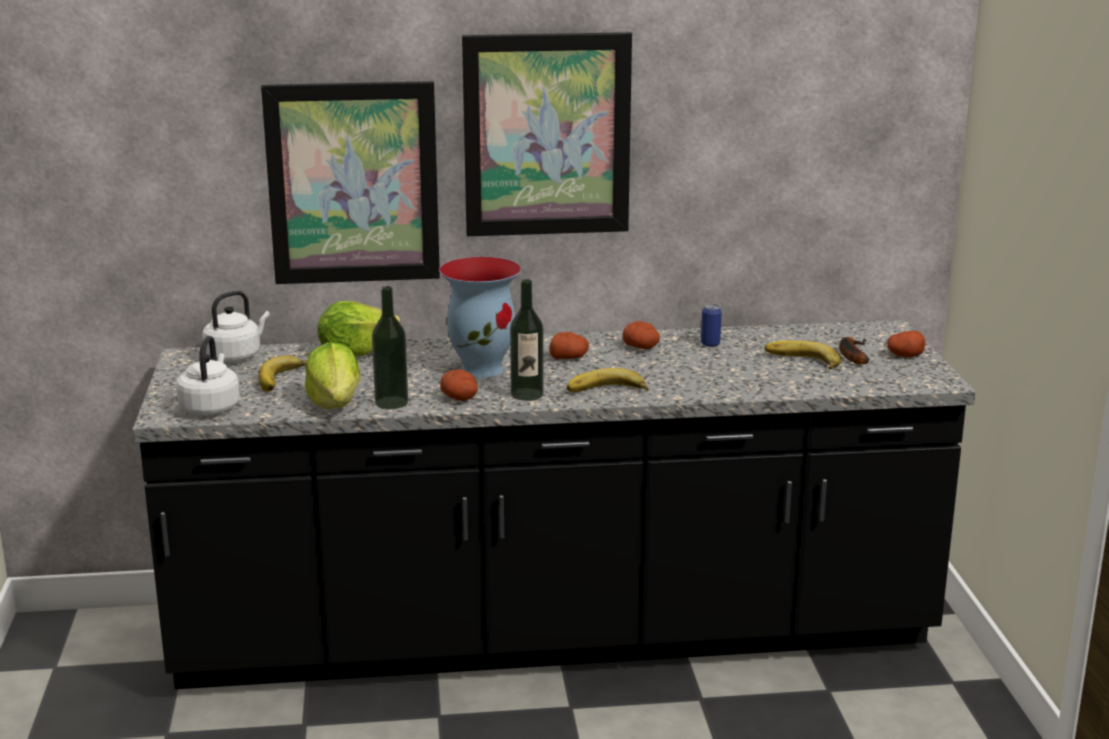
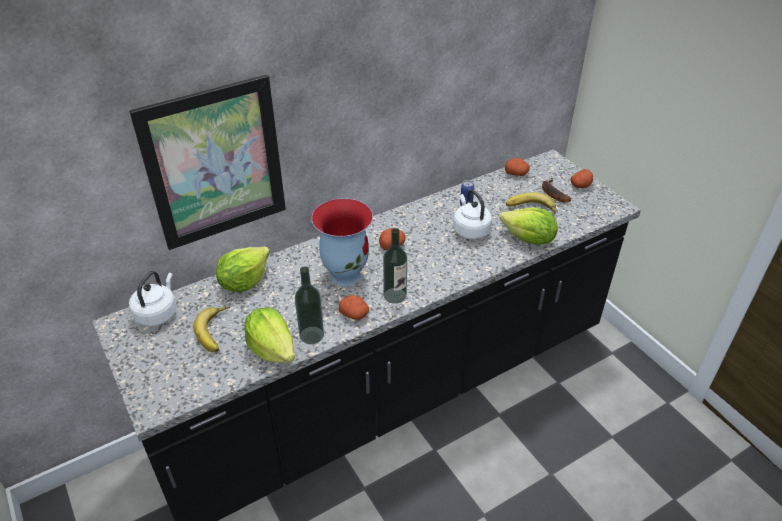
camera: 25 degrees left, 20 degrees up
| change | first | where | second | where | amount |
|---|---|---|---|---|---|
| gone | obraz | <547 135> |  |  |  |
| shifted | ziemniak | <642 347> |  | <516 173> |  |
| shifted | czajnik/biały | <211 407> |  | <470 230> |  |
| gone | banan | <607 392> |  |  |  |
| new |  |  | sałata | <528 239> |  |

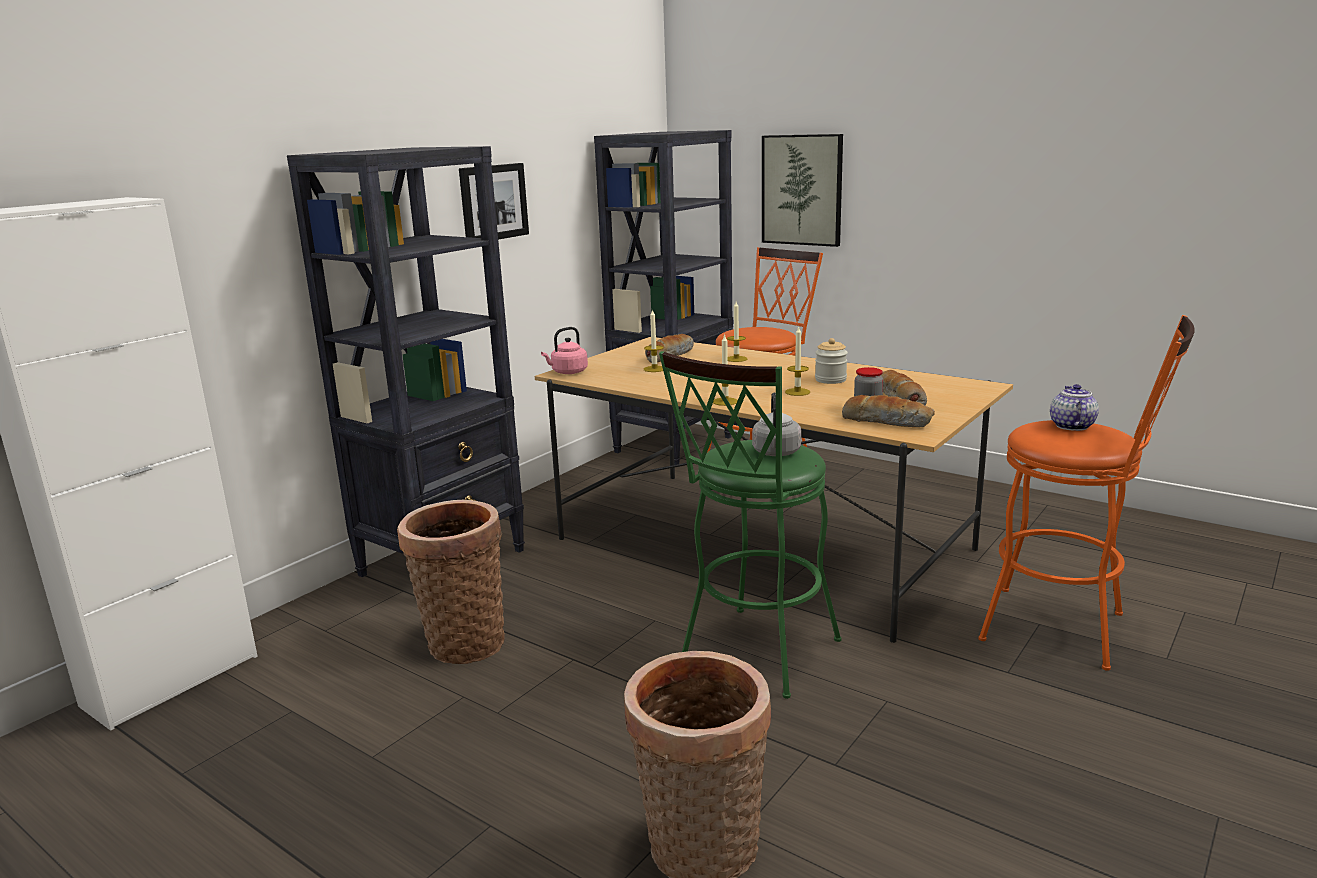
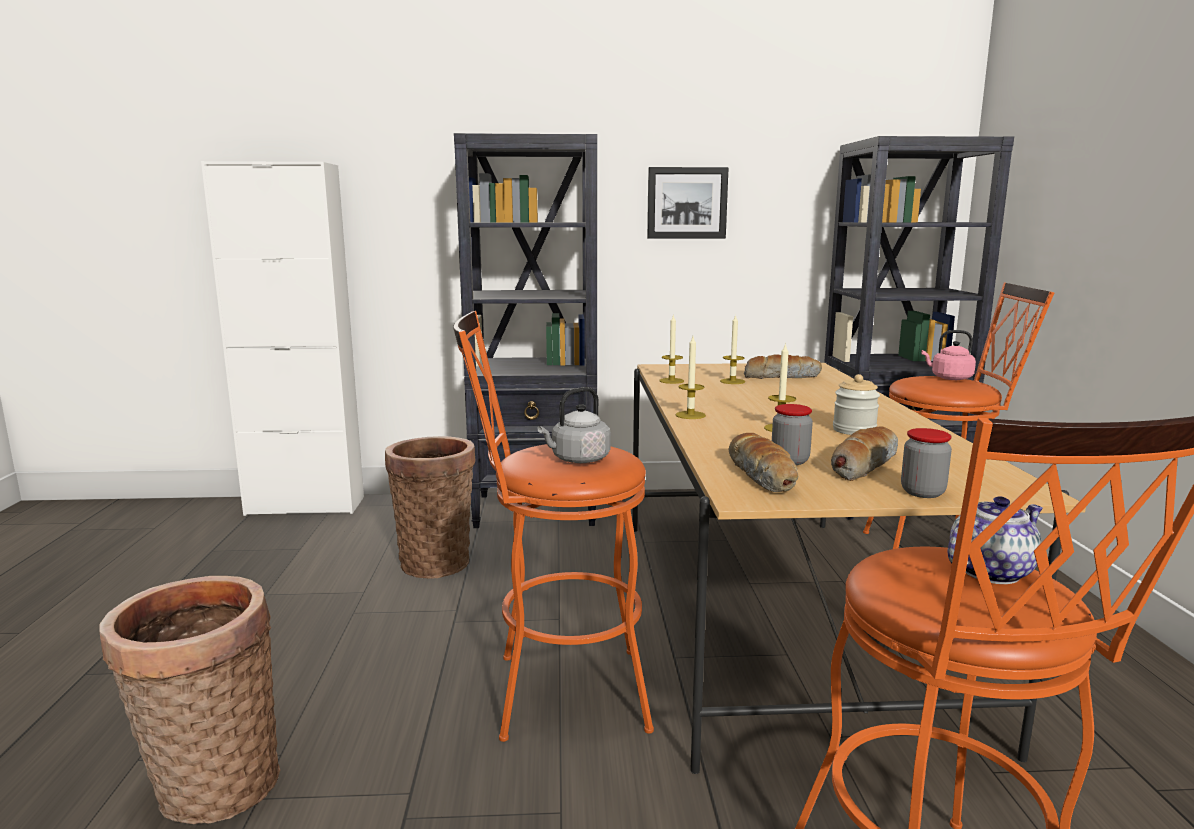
camera: 50 degrees right, 5 degrees down
| change | first | where | second | where | amount |
|---|---|---|---|---|---|
| gone | obraz | <802 190> |  |  |  |
| shifted | świeca | <736 359> |  | <671 381> |  |
| shifted | czajnik/różowy | <567 372> |  | <949 378> |  |
| repainted | stołek/zielony | <753 656> | stołek/pomarańczowy | <555 692> |  |
| new |  |  | słoik | <922 492> |  |

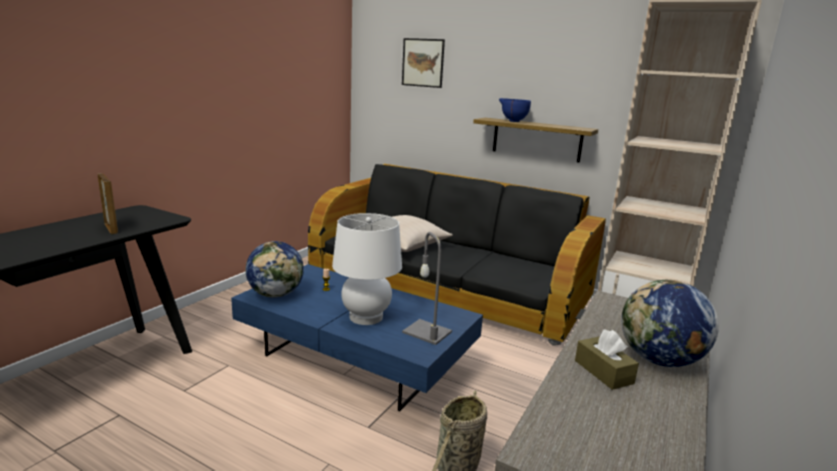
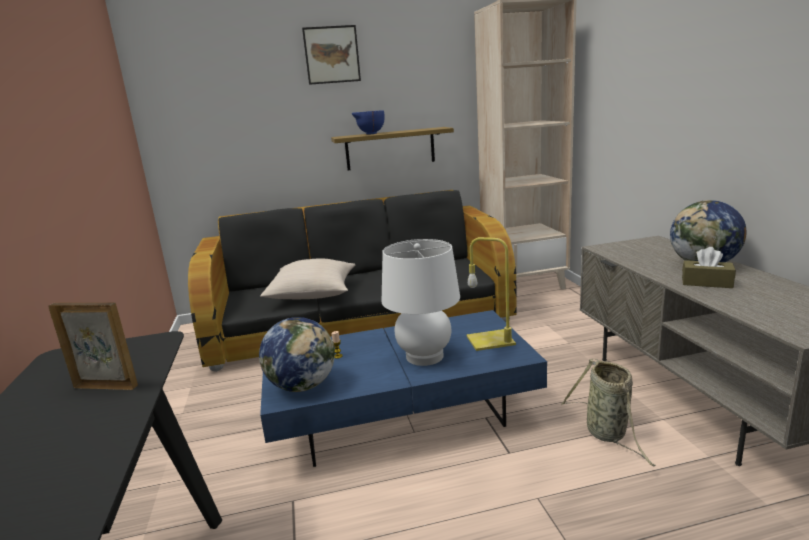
camera: 40 degrees left, 0 degrees up
| change | first | where | second | where | amount |
|---|---|---|---|---|---|
| shifted | obraz | <423 62> |  | <332 55> |  |
| repainted | lampa stołowa/szary | <428 332> | lampa stołowa/żółty | <491 340> |  |

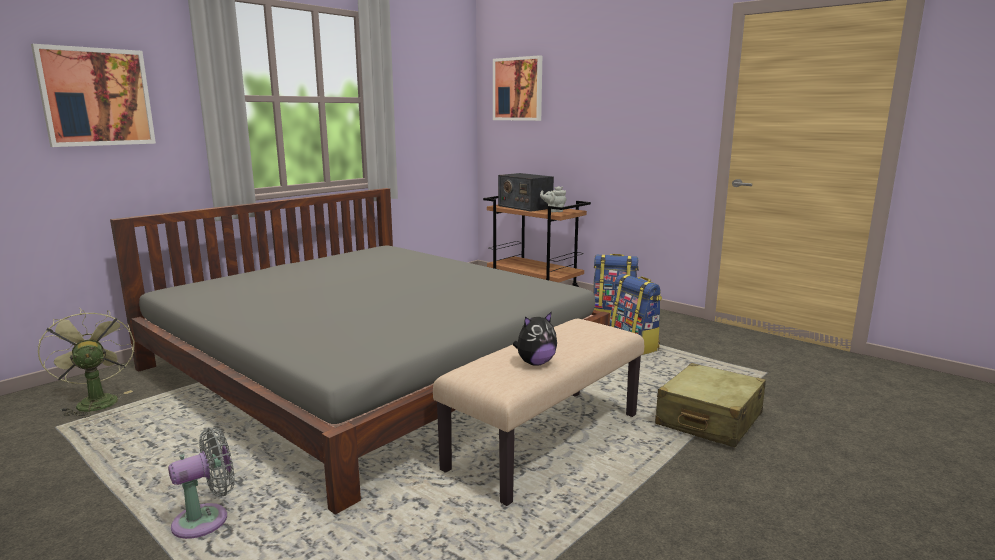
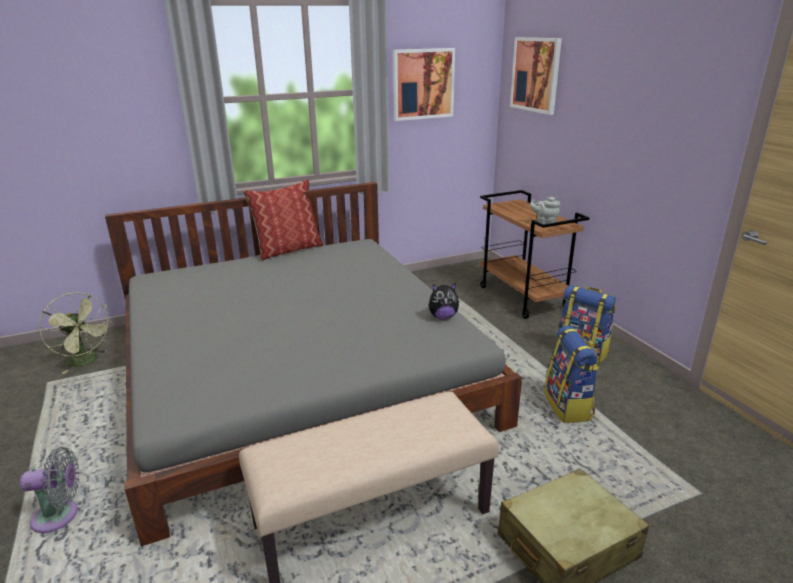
camera: 25 degrees right, 10 degrees up
| change | first | where | second | where | amount |
|---|---|---|---|---|---|
| shifted | obraz | <96 97> |  | <423 84> |  |
| gone | radio | <525 207> |  |  |  |
| rotated | wentylator/zielony | <95 401> |  | <87 361> | 135 degrees clockwise |
| shifted | pluszak | <535 363> |  | <443 317> |  |
| new |  |  | poduszka | <288 250> |  |

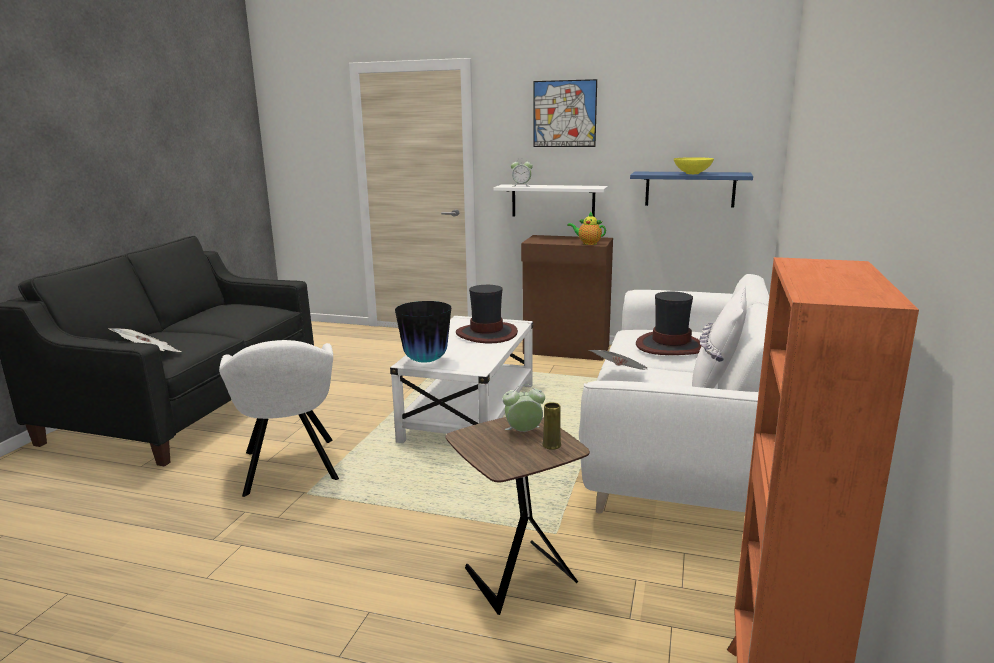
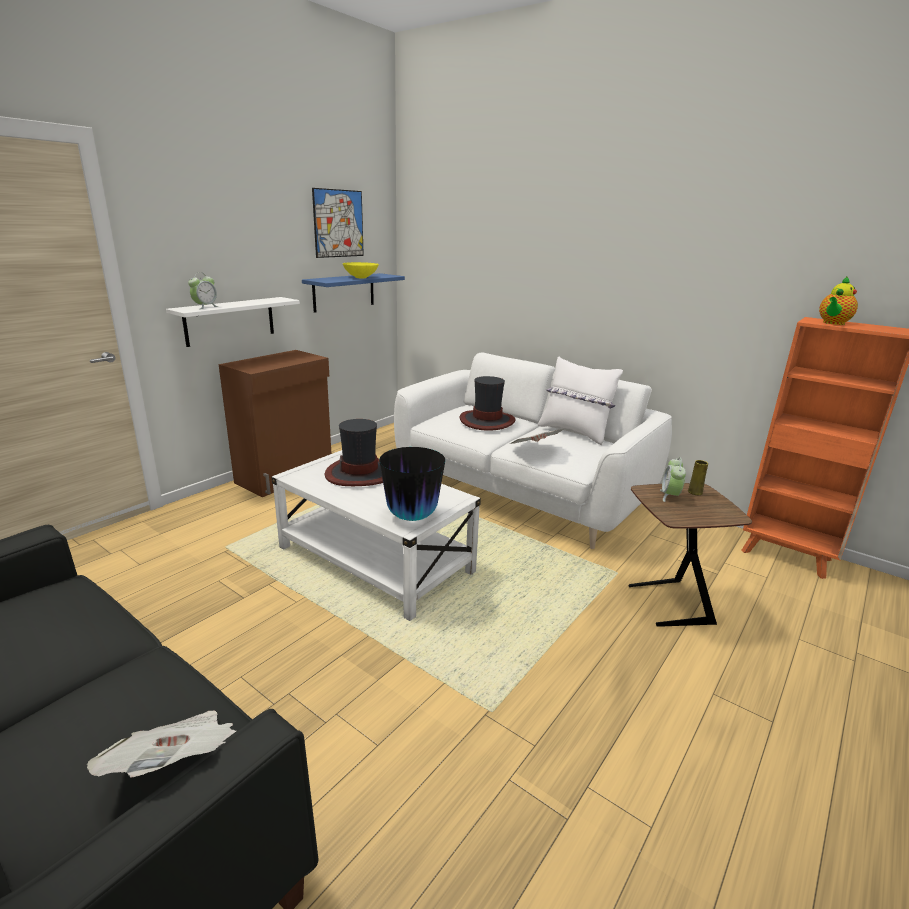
camera: 70 degrees left, 5 degrees up
| change | first | where | second | where | amount |
|---|---|---|---|---|---|
| shifted | obraz | <564 114> |  | <338 223> |  |
| shifted | imbryk | <588 243> |  | <833 323> |  |
| gone | fotel/biały | <290 468> |  |  |  |

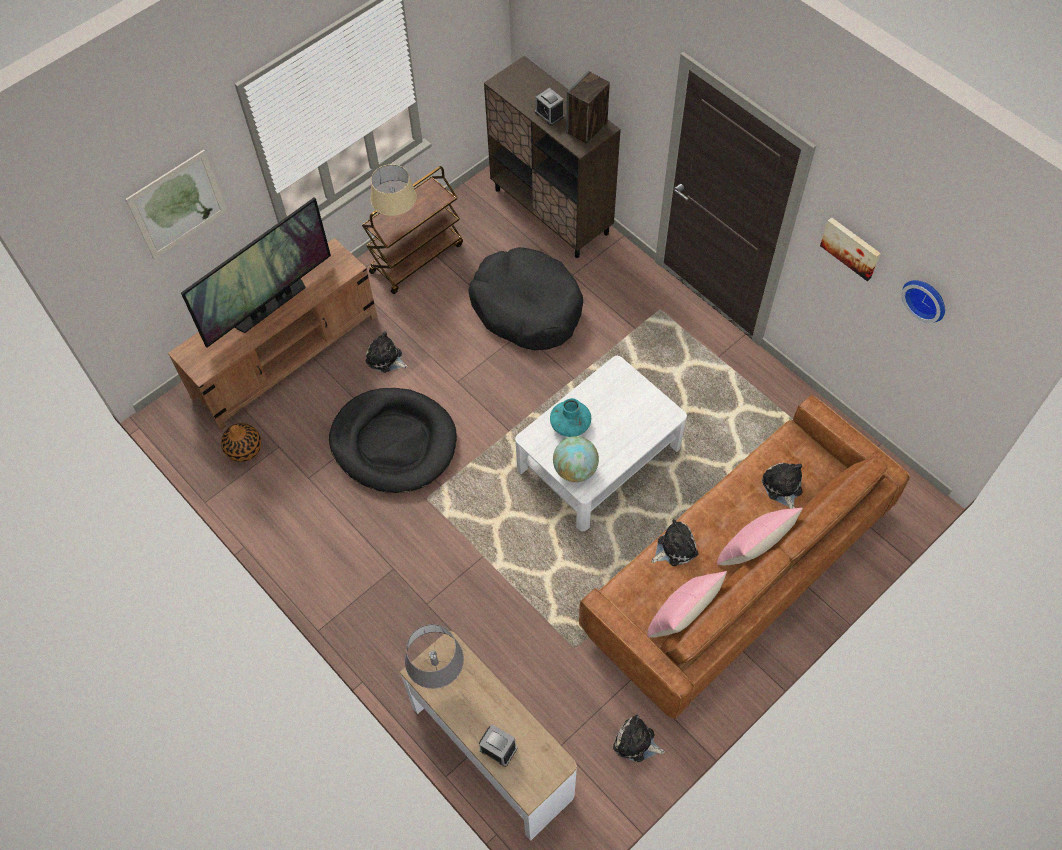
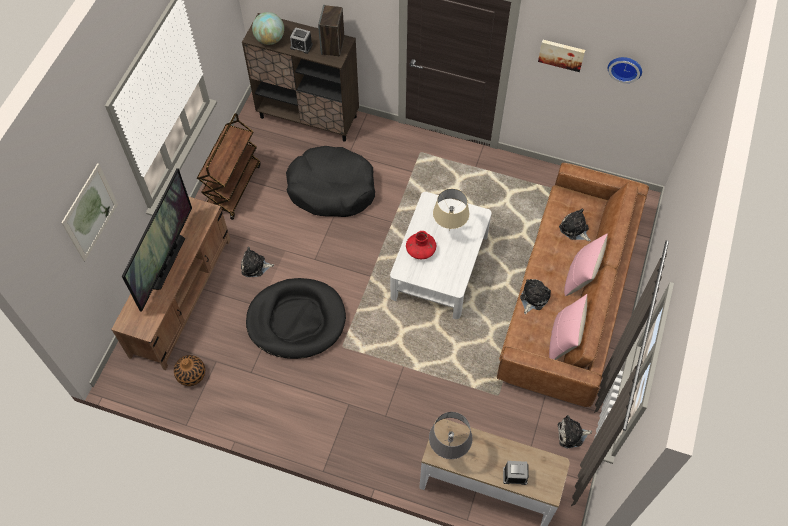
camera: 30 degrees left, 0 degrees up
| change | first | where | second | where | amount |
|---|---|---|---|---|---|
| shifted | lampa stołowa/beżowy | <398 224> |  | <449 230> |  |
| repainted | wazon/turkusowy | <570 424> | wazon/czerwony | <420 250> |  |
| shifted | globus | <575 469> |  | <270 39> |  |

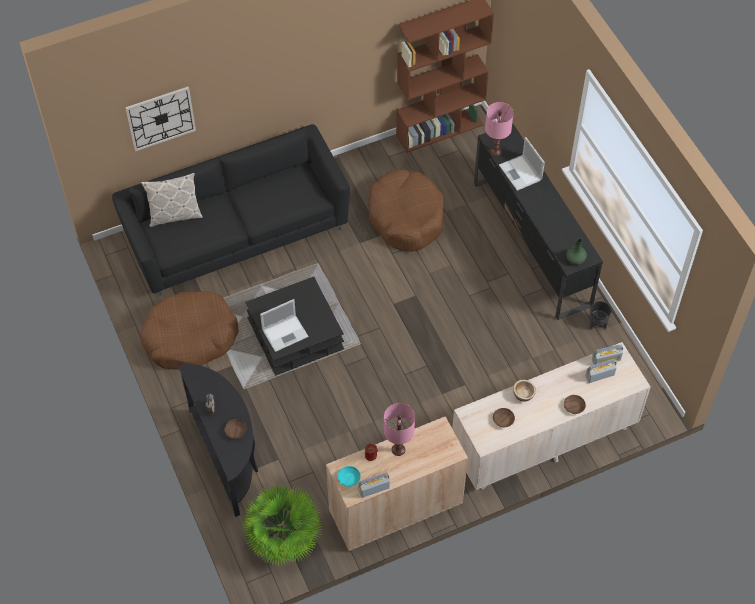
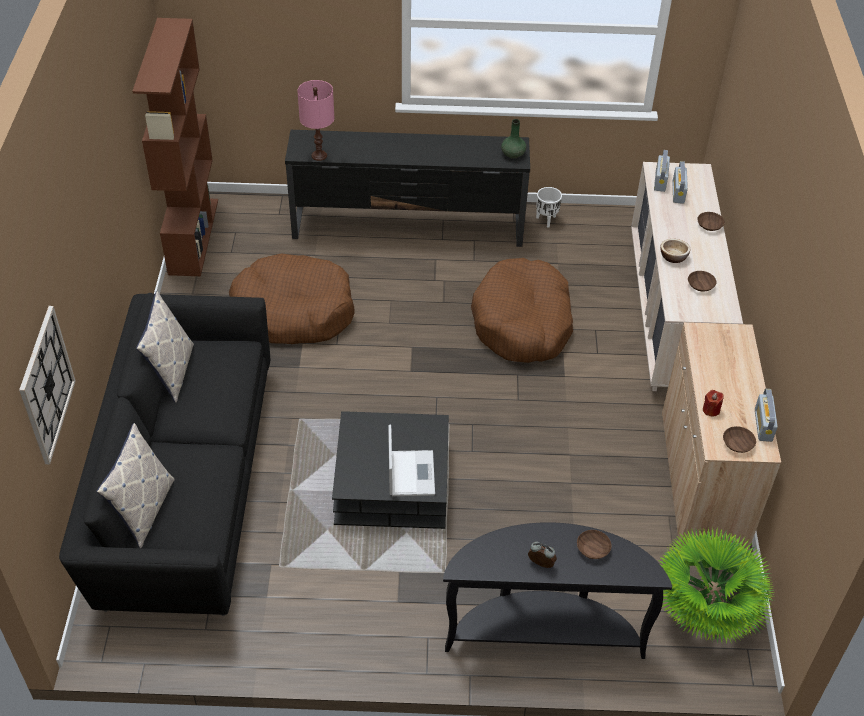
camera: 65 degrees left, 10 degrees down
| change | first | where | second | where | amount |
|---|---|---|---|---|---|
| gone | laptop | <521 173> |  |  |  |
| shifted | legowisko/brązowy | <190 337> |  | <522 323> |  |
| repainted | donica/czarny | <597 324> | donica/biały | <547 220> |  |
| gone | lampa stołowa/różowy | <398 449> |  |  |  |
| repainted | miska/turkusowy | <349 478> | miska/brązowy | <737 443> |  |
| new |  |  | poduszka | <172 372> |  |

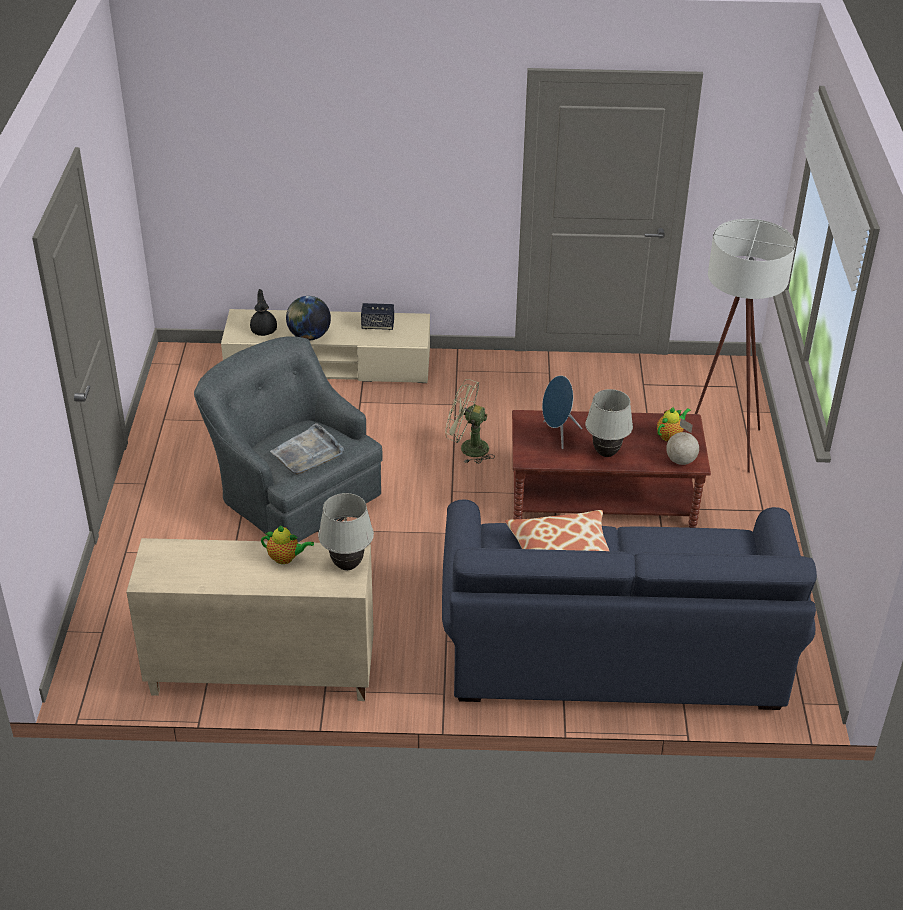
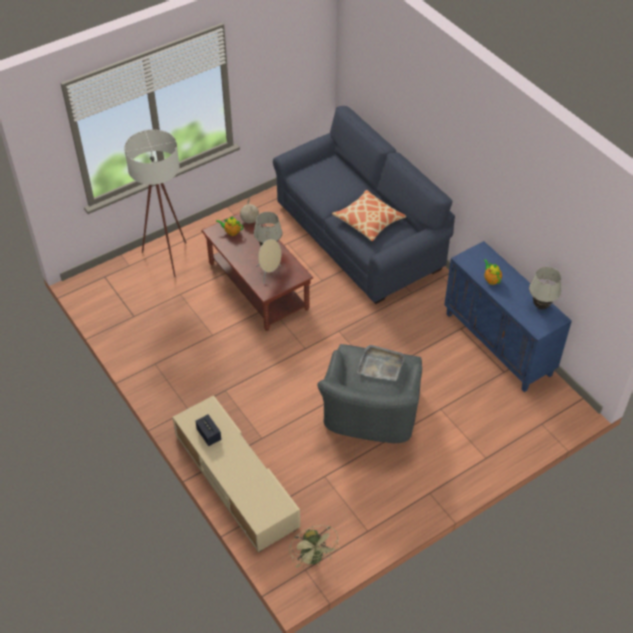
camera: 125 degrees left, 10 degrees up
| change | first | where | second | where | amount |
|---|---|---|---|---|---|
| gone | imbryk/czarny | <264 329> |  |  |  |
| gone | globus | <309 336> |  |  |  |
| repainted | głośnik/niebieski | <558 434> | głośnik/beżowy | <269 273> |  |
| shifted | wentylator/zielony | <467 448> |  | <314 559> |  |
| shifted | lampa stołowa/biały | <347 565> |  | <541 306> |  |
| repainted | szafka/beżowy | <260 675> | szafka/niebieski | <499 344> |  |

